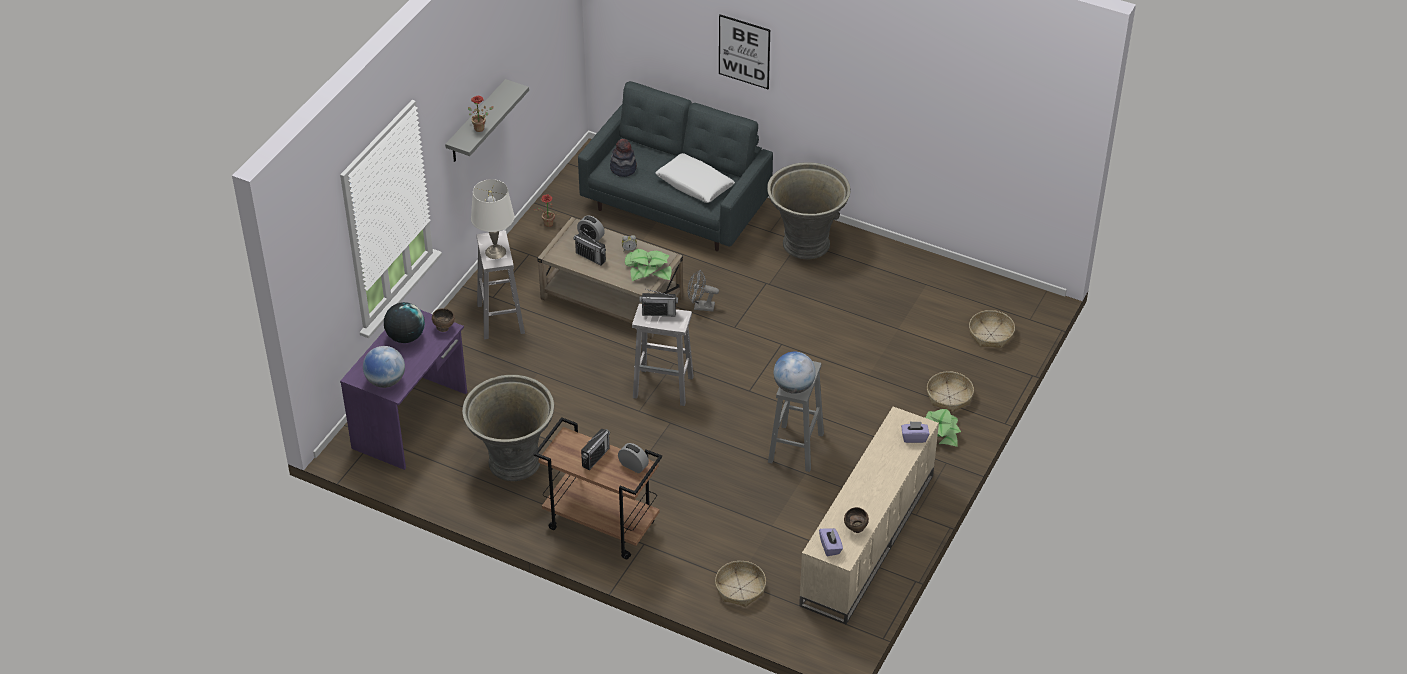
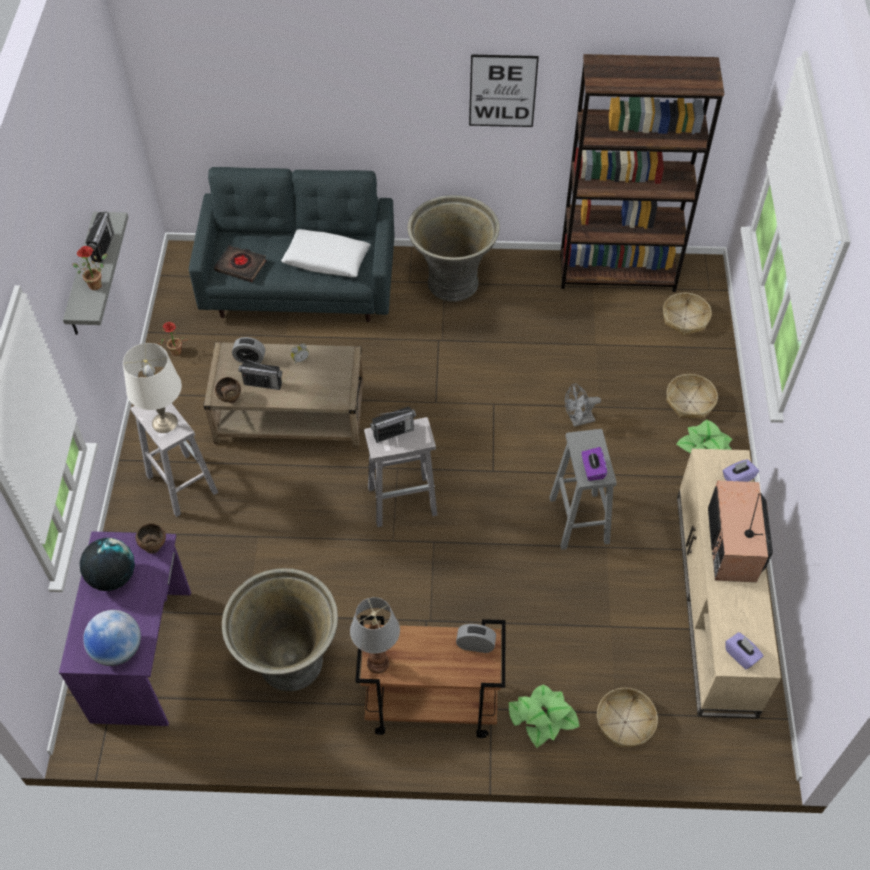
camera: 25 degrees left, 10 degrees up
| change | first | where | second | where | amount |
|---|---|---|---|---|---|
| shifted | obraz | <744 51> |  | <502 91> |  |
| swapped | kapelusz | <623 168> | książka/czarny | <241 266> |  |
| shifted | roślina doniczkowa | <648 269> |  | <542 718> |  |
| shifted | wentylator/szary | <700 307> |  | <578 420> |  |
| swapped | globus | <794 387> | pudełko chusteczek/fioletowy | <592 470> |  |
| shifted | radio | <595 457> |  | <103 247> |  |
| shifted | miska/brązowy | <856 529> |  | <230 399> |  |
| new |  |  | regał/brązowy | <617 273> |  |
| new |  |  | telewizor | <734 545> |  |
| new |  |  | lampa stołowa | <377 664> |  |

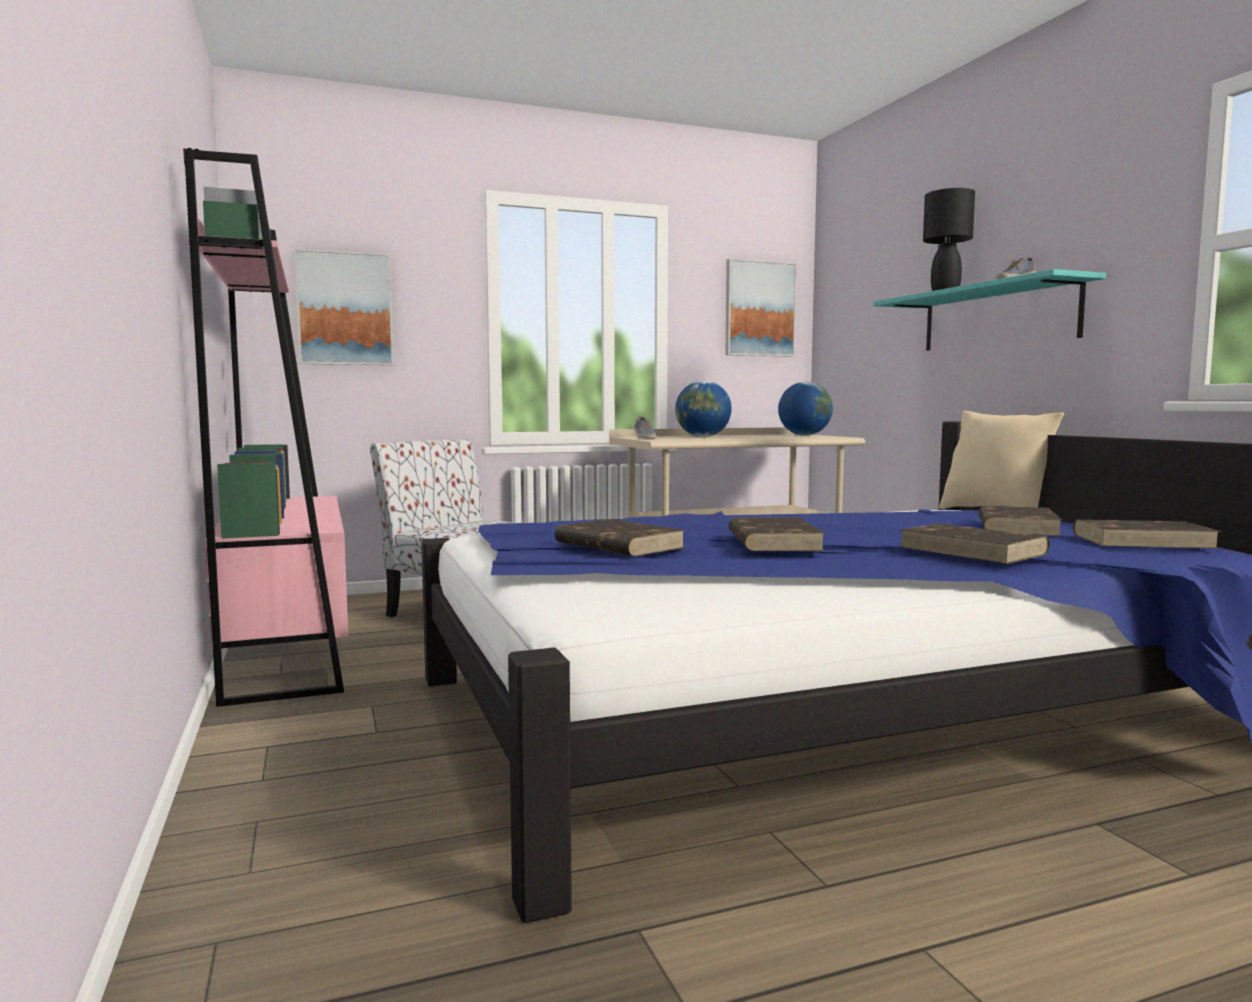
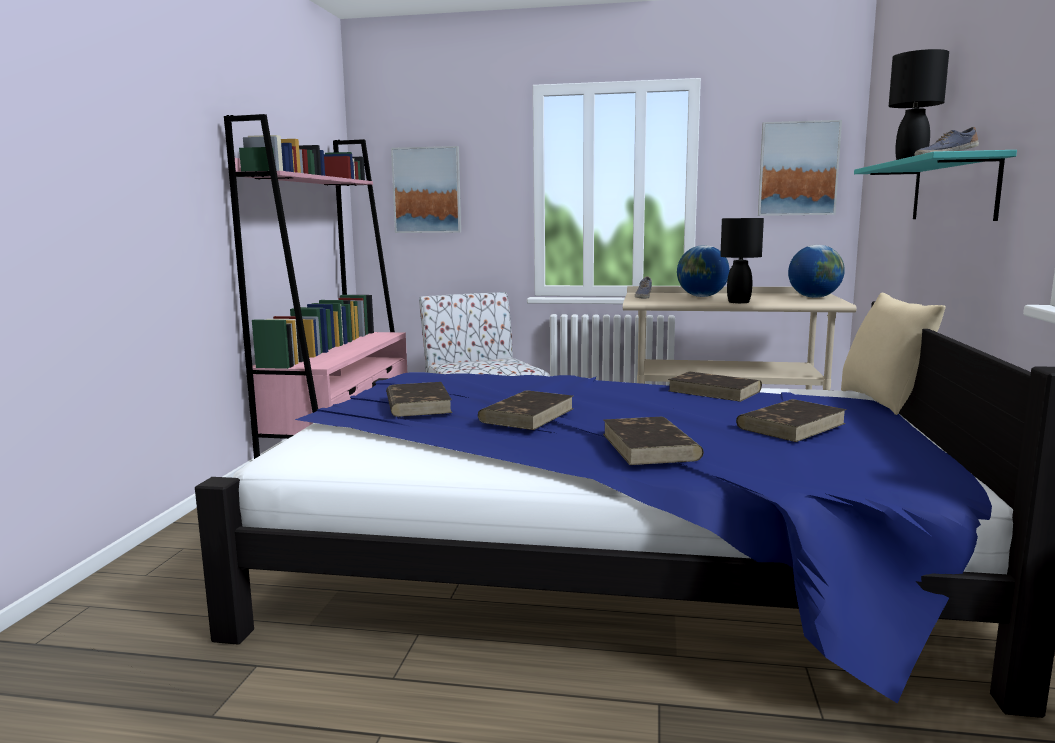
camera: 30 degrees right, 5 degrees up
| change | first | where | second | where | amount |
|---|---|---|---|---|---|
| shifted | książka/brązowy | <1143 541> |  | <715 391> |  |
| new |  |  | lampa stołowa/czarny | <739 302> |  |

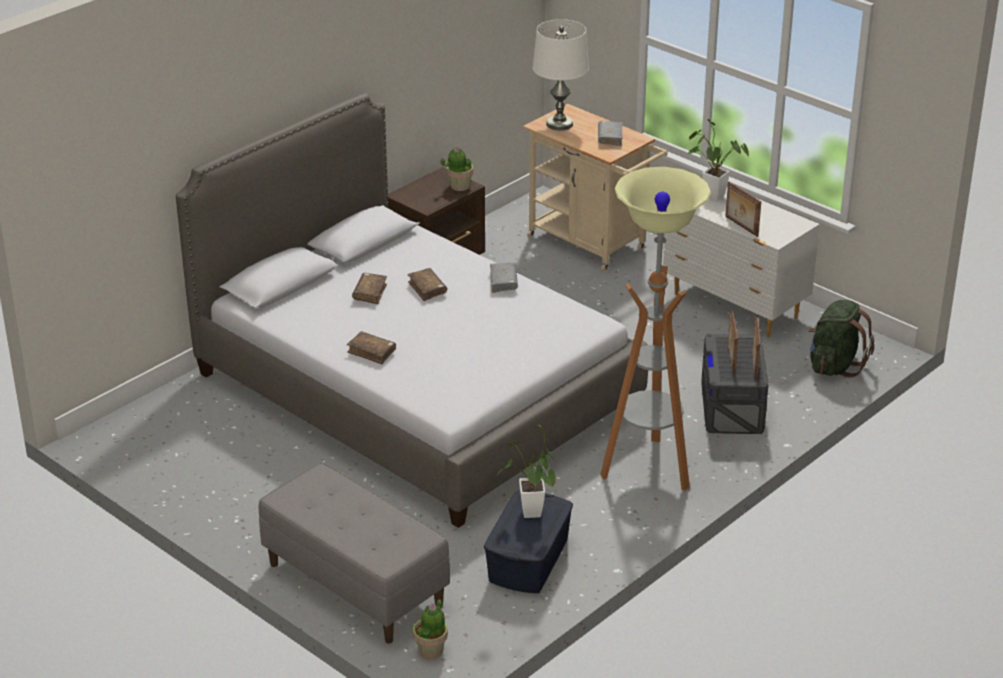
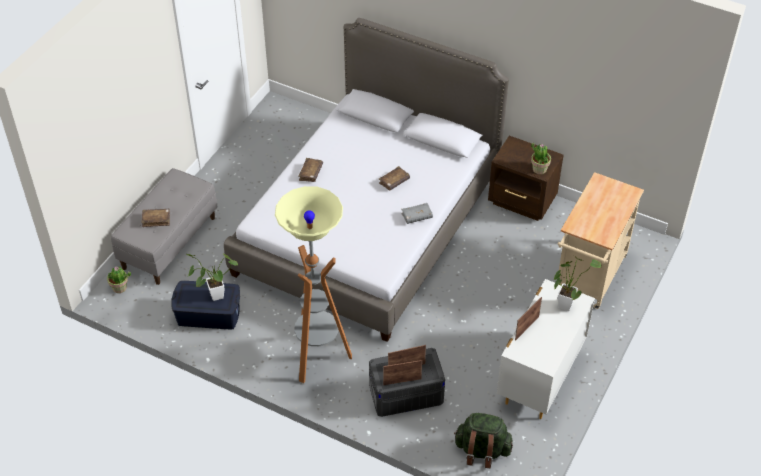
camera: 75 degrees right, 15 degrees up
| change | first | where | second | where | amount |
|---|---|---|---|---|---|
| gone | lampa stołowa/biały | <559 124> |  |  |  |
| gone | książka/szary | <610 138> |  |  |  |
| shifted | książka/brązowy | <370 293> |  | <156 220> |  |

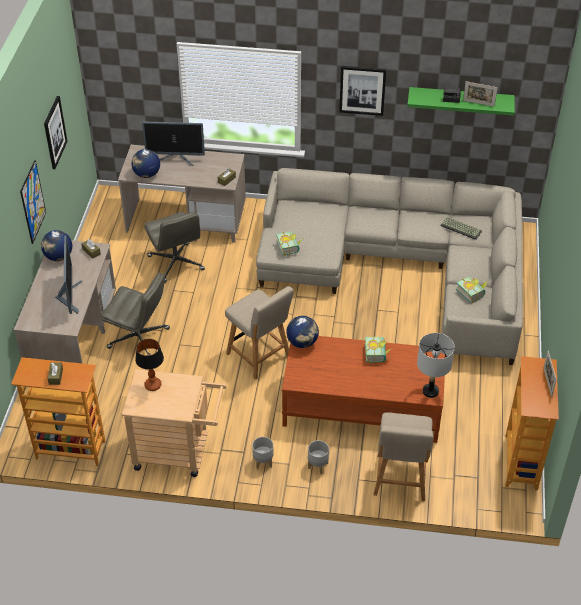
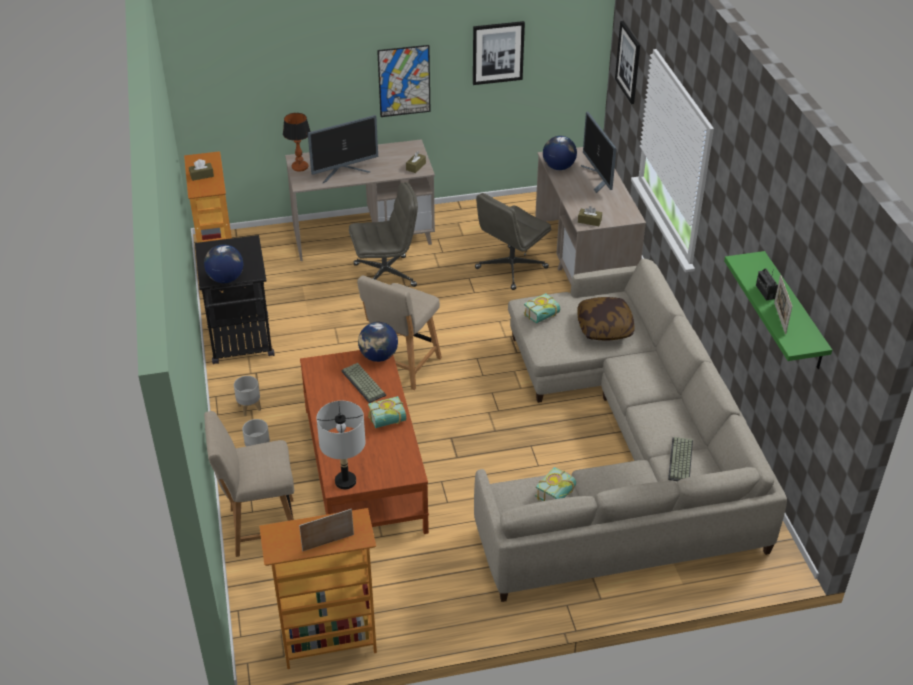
camera: 70 degrees right, 5 degrees down
| change | first | where | second | where | amount |
|---|---|---|---|---|---|
| shifted | obraz | <362 90> |  | <628 62> |  |
| shifted | globus | <58 257> |  | <225 279> |  |
| rotated | krzesło biurowe/szary | <139 338> |  | <386 275> | 105 degrees counterclockwise |
| shifted | lampa stołowa | <153 385> |  | <299 167> |  |
| repainted | wózek/beżowy | <178 452> | wózek/czarny | <242 344> |  |
| new |  |  | poduszka | <604 327> |  |
| new |  |  | klawiatura | <364 383> |  |

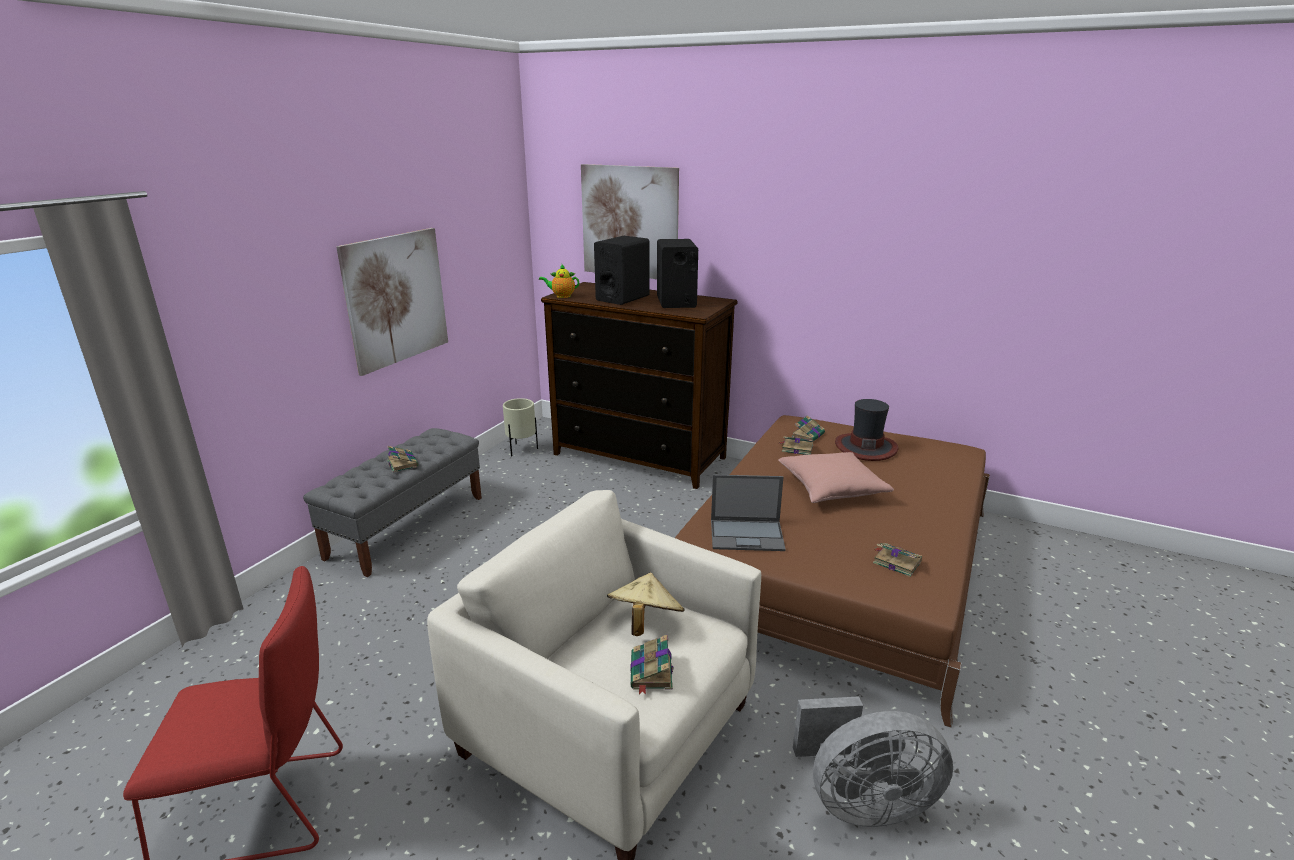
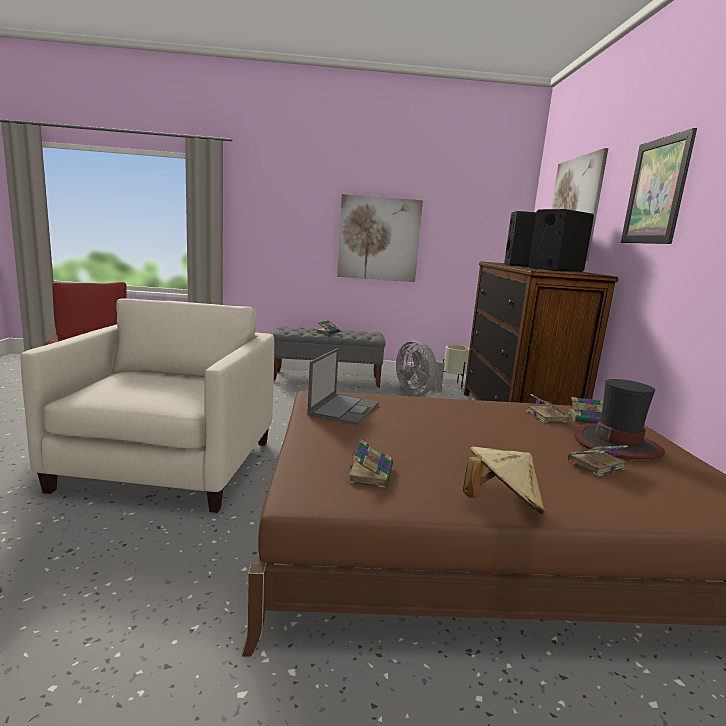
camera: 60 degrees right, 10 degrees down
| change | first | where | second | where | amount |
|---|---|---|---|---|---|
| gone | imbryk | <561 296> |  |  |  |
| gone | poduszka/różowy | <831 488> |  |  |  |
| rotated | laptop | <747 535> |  | <344 409> | 135 degrees counterclockwise |
| shifted | kapelusz/beżowy | <644 623> |  | <501 505> |  |
| shifted | książka | <651 673> |  | <595 465> |  |
| shifted | wentylator/szary | <862 802> |  | <417 392> |  |
| new |  |  | obraz | <656 191> |  |

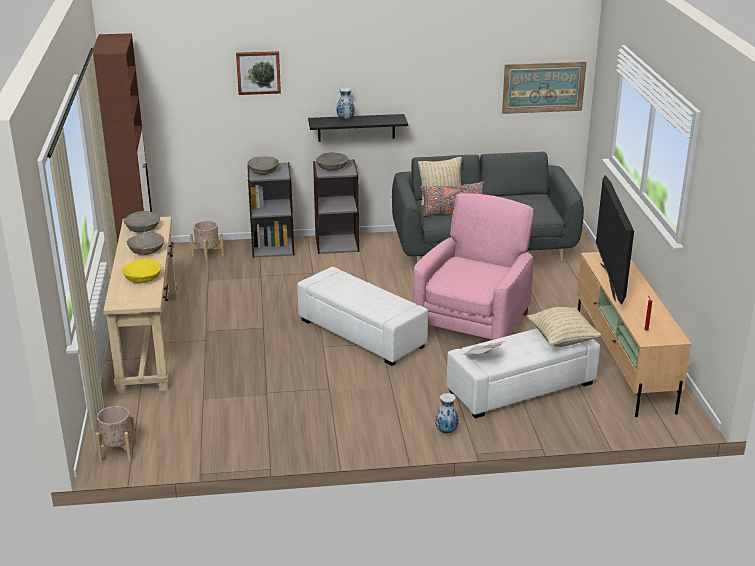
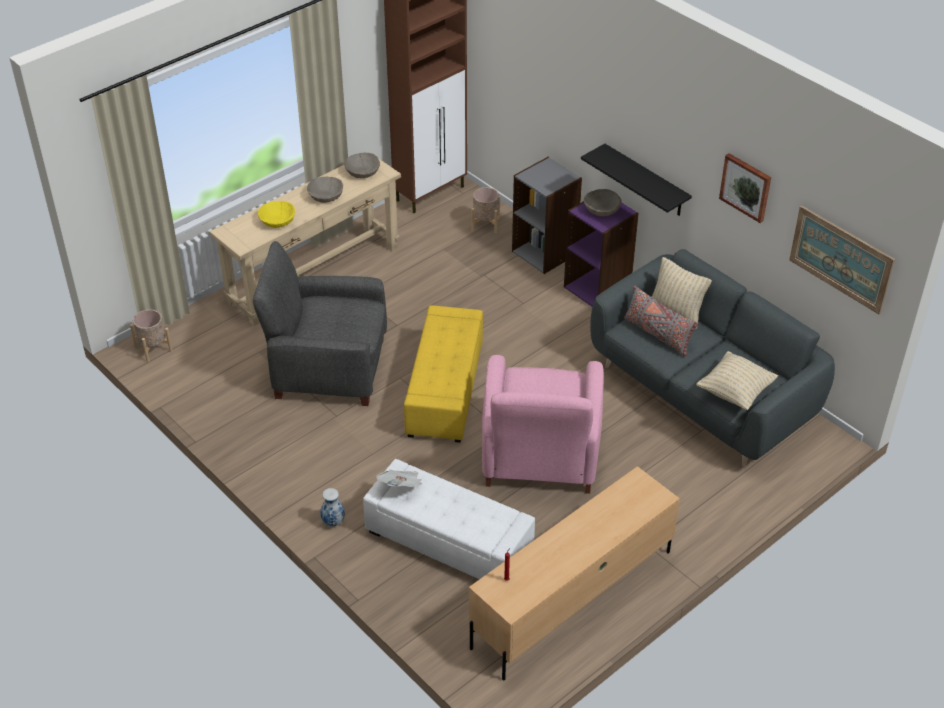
camera: 55 degrees right, 15 degrees up
| change | first | where | second | where | amount |
|---|---|---|---|---|---|
| shifted | obraz | <258 72> |  | <746 187> |  |
| gone | wazon | <345 119> |  |  |  |
| gone | miska/beżowy | <263 171> |  |  |  |
| repainted | regał/szary | <337 243> | regał/fioletowy | <597 288> |  |
| gone | telewizor | <609 281> |  |  |  |
| rotated | fotel/różowy | <473 322> |  | <540 454> | 105 degrees clockwise |
| repainted | pufa/biały | <361 333> | pufa/żółty | <444 390> |  |
| shifted | poduszka/beżowy | <562 339> |  | <735 392> |  |
| new |  |  | fotel/szary | <328 368> |  |

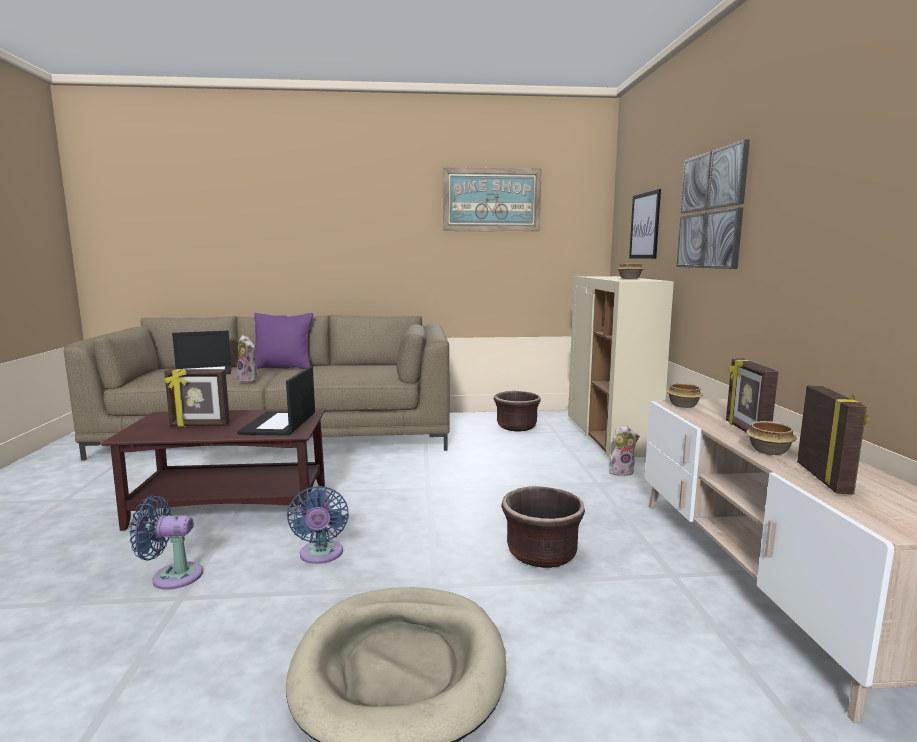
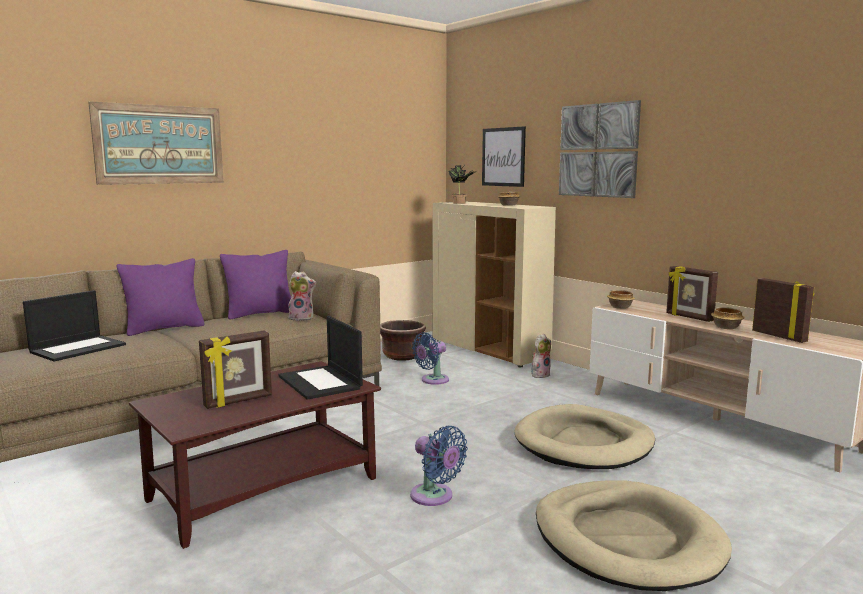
camera: 35 degrees left, 0 degrees up
| change | first | where | second | where | amount |
|---|---|---|---|---|---|
| shifted | obraz | <491 200> |  | <160 144> |  |
| shifted | pluszak | <249 380> |  | <302 318> |  |
| swapped | donica/brązowy | <541 553> | legowisko/beżowy | <584 443> |  |
| shifted | wentylator/niebieski | <172 576> |  | <432 380> |  |
| new |  |  | roślina doniczkowa | <461 203> |  |
| new |  |  | poduszka/fioletowy | <260 314> |  |

